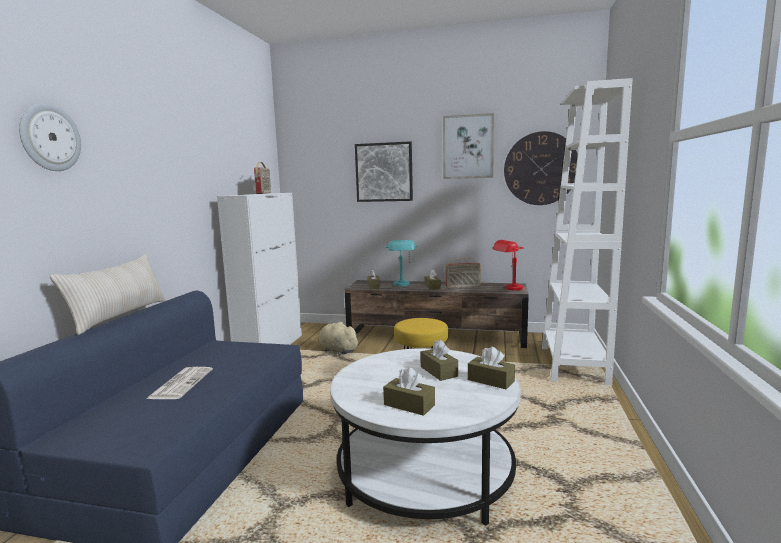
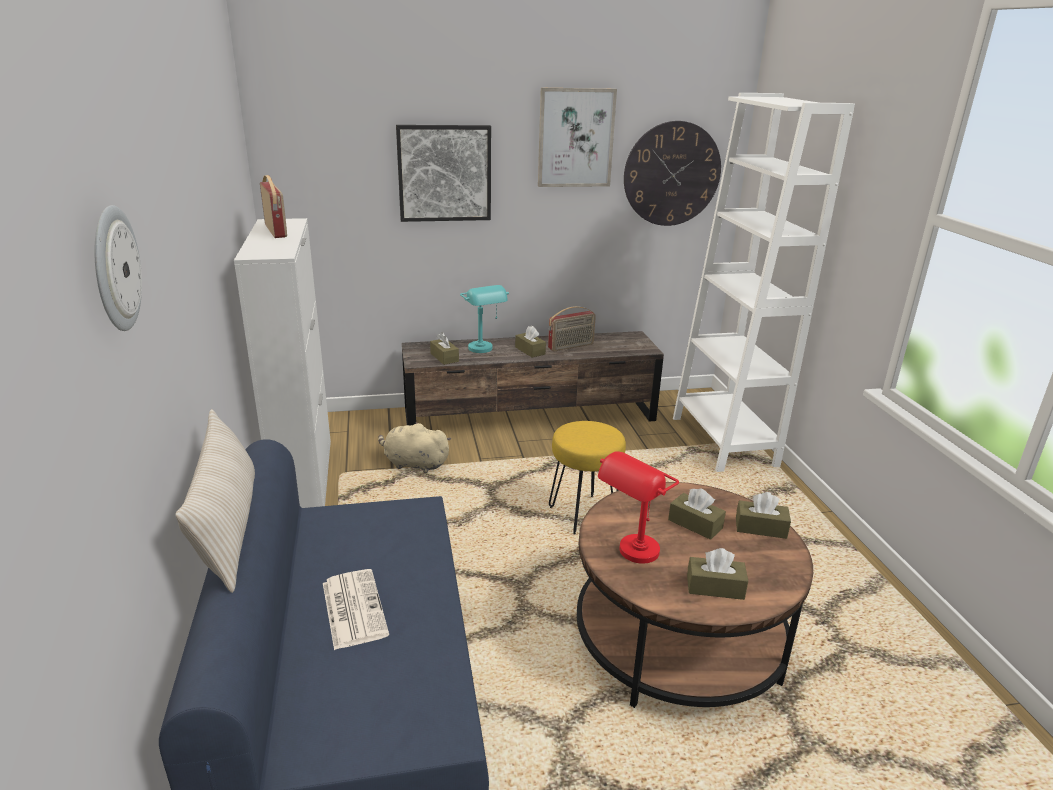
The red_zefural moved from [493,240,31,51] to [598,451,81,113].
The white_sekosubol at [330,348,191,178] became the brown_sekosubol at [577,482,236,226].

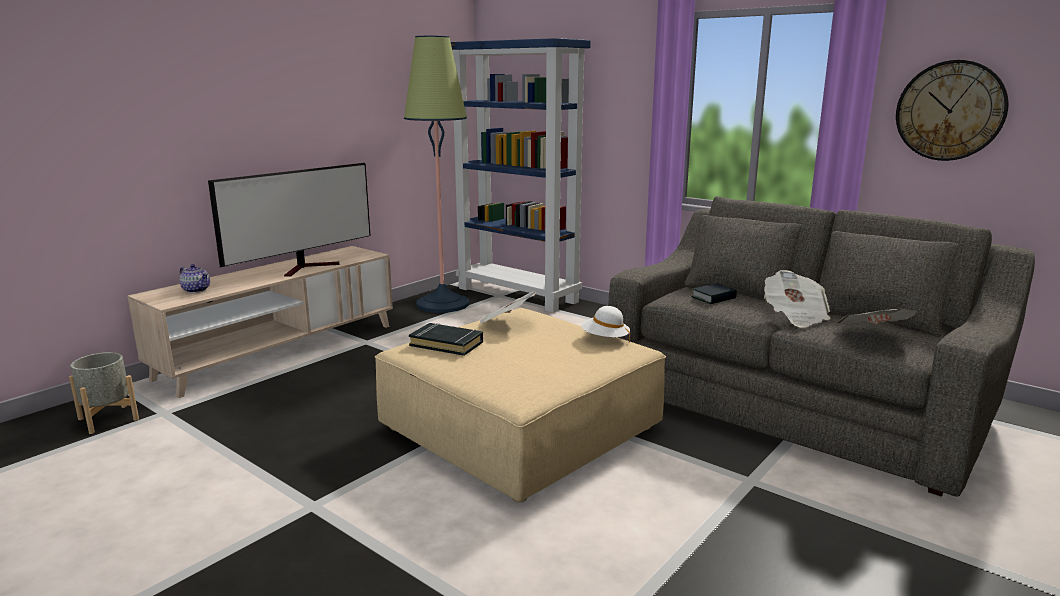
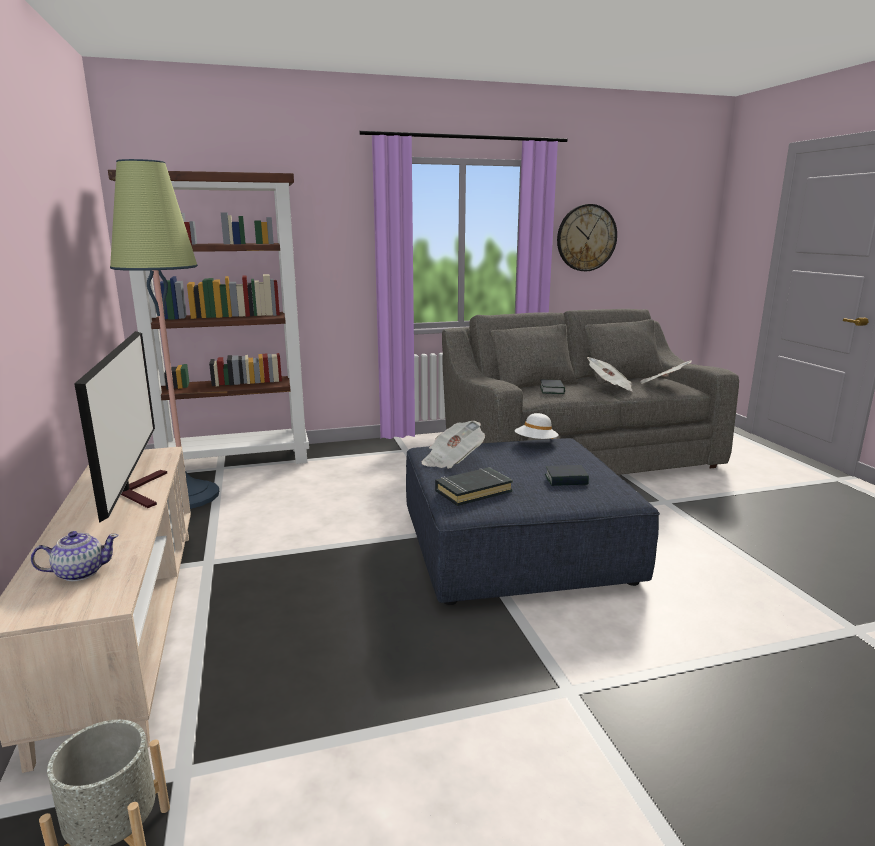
The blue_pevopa at [451,38,140,275] became the brown_pevopa at [108,170,201,294].
The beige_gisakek at [375,308,291,194] became the blue_gisakek at [406,438,254,167].
The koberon at [545,465,44,21] appeared.

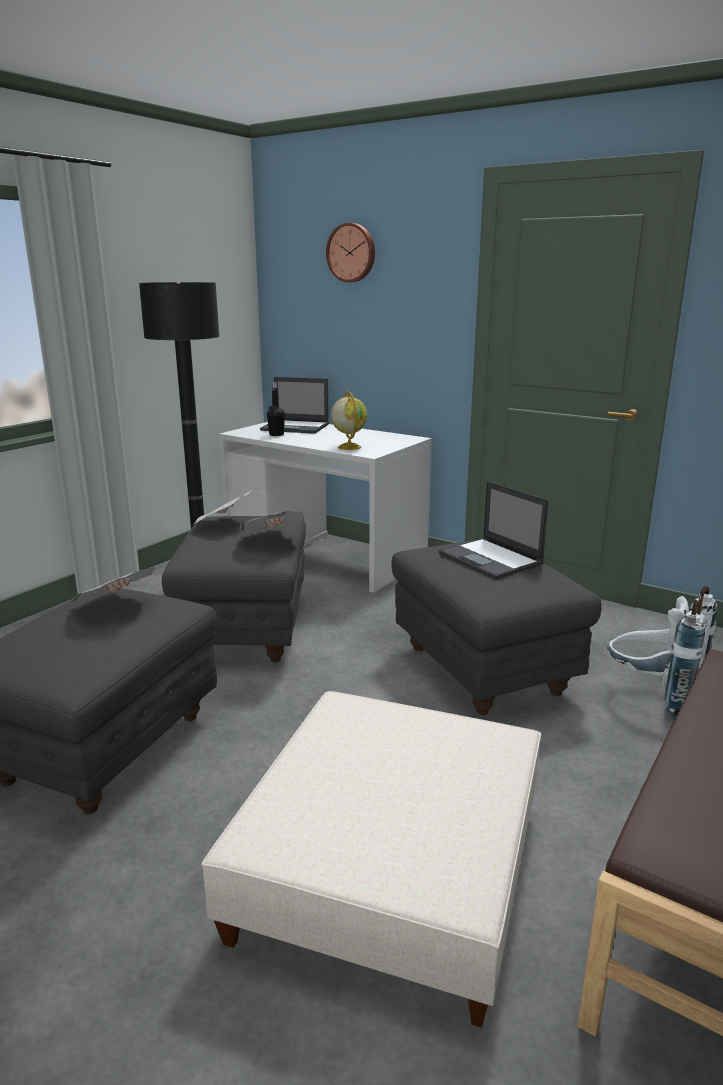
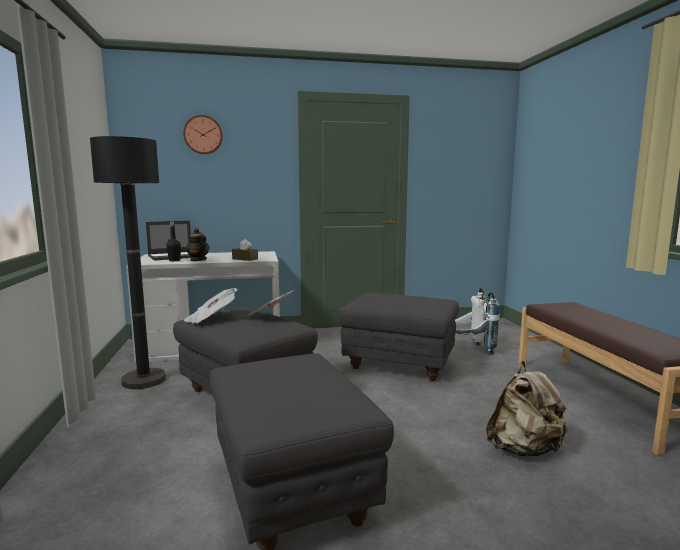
The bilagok at [331,391,36,59] was replaced by the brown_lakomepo at [232,239,26,22].
The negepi at [439,481,110,99] disappeared.
The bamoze at [71,567,84,36] disappeared.
The beige_gisakek at [201,691,340,337] was replaced by the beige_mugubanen at [486,361,82,96].
The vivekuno at [186,228,23,33] appeared.

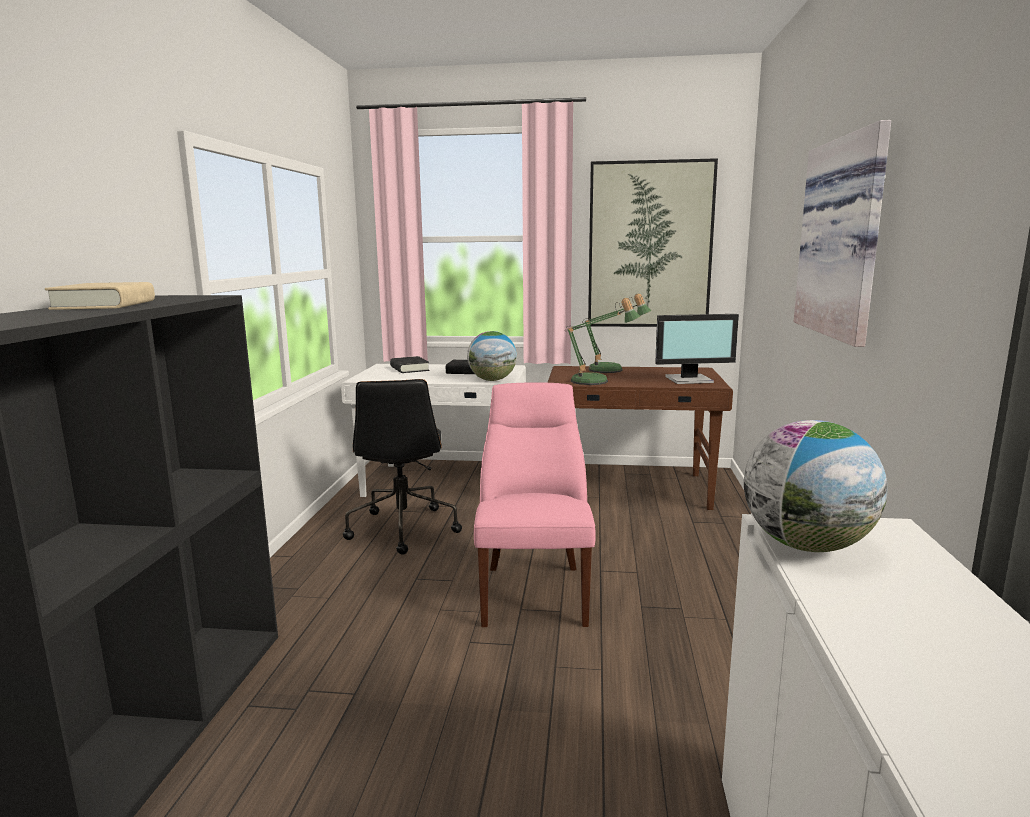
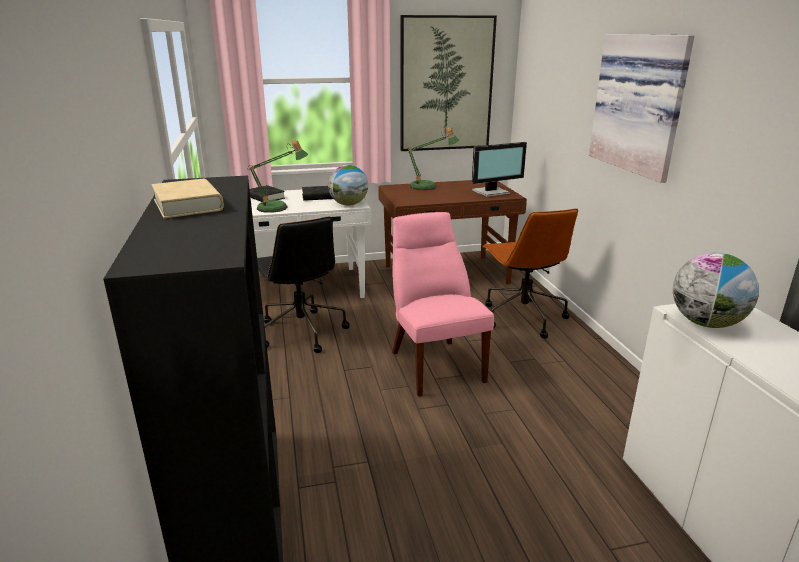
The zefural moved from [565,298,75,87] to [247,140,61,73].
The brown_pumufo at [482,208,96,131] appeared.

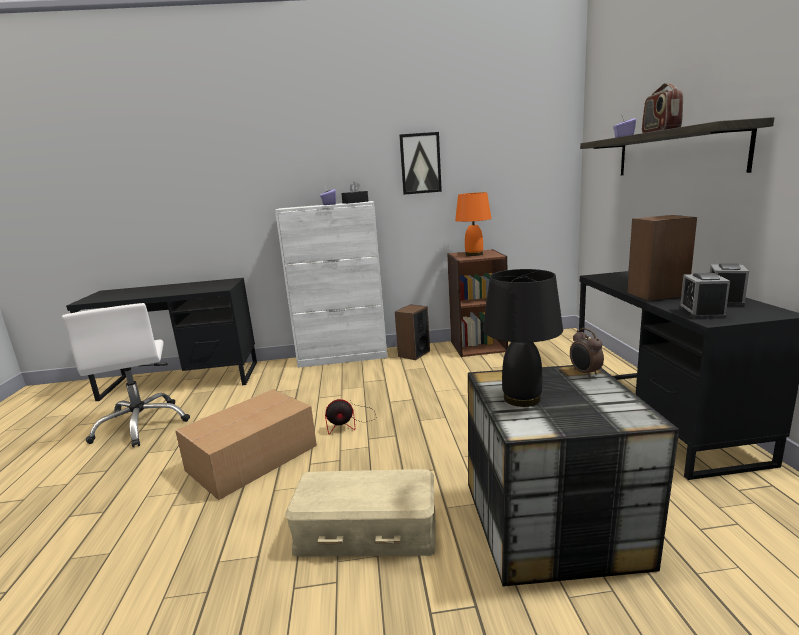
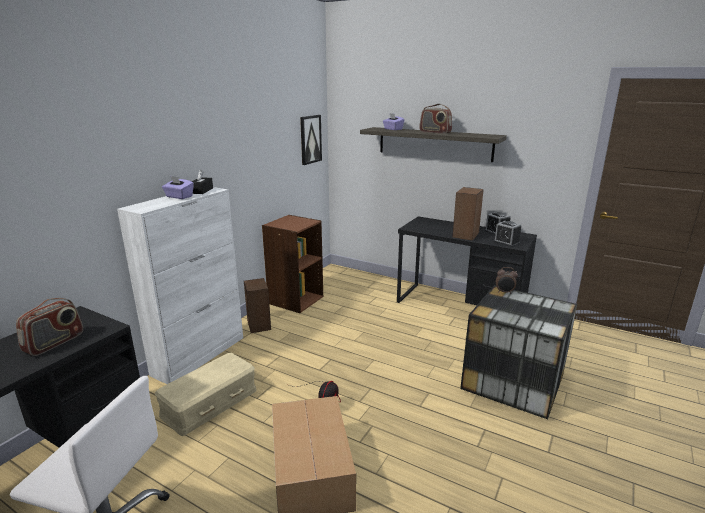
The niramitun moved from [399,132,43,63] to [300,115,22,50].
The orange_zefural at [455,192,37,64] disappeared.
The black_zefural at [483,269,80,138] disappeared.
The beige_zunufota moved from [285,469,151,88] to [155,353,102,83].
The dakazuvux at [16,298,67,58] appeared.

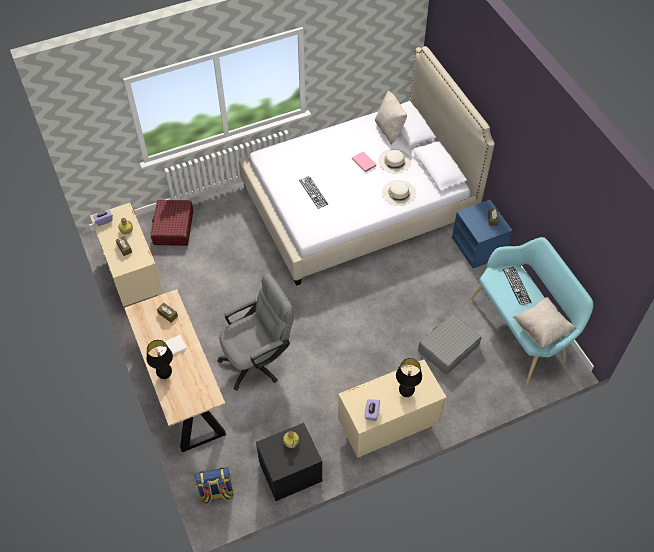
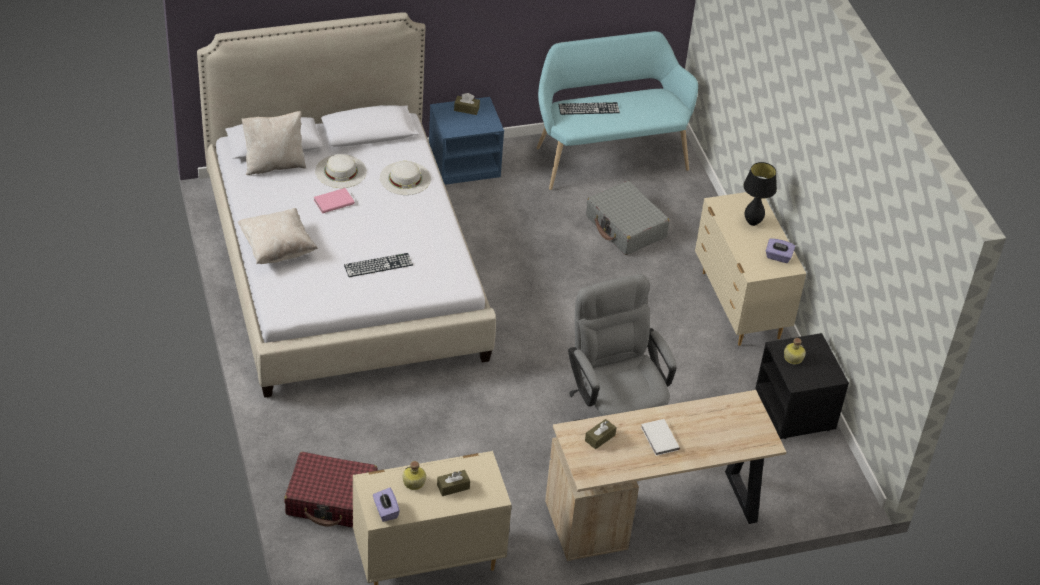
The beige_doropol moved from [513,297,63,52] to [238,208,80,56].
The black_zefural at [147,340,26,39] disappeared.
The mugubanen at [195,467,39,37] disappeared.

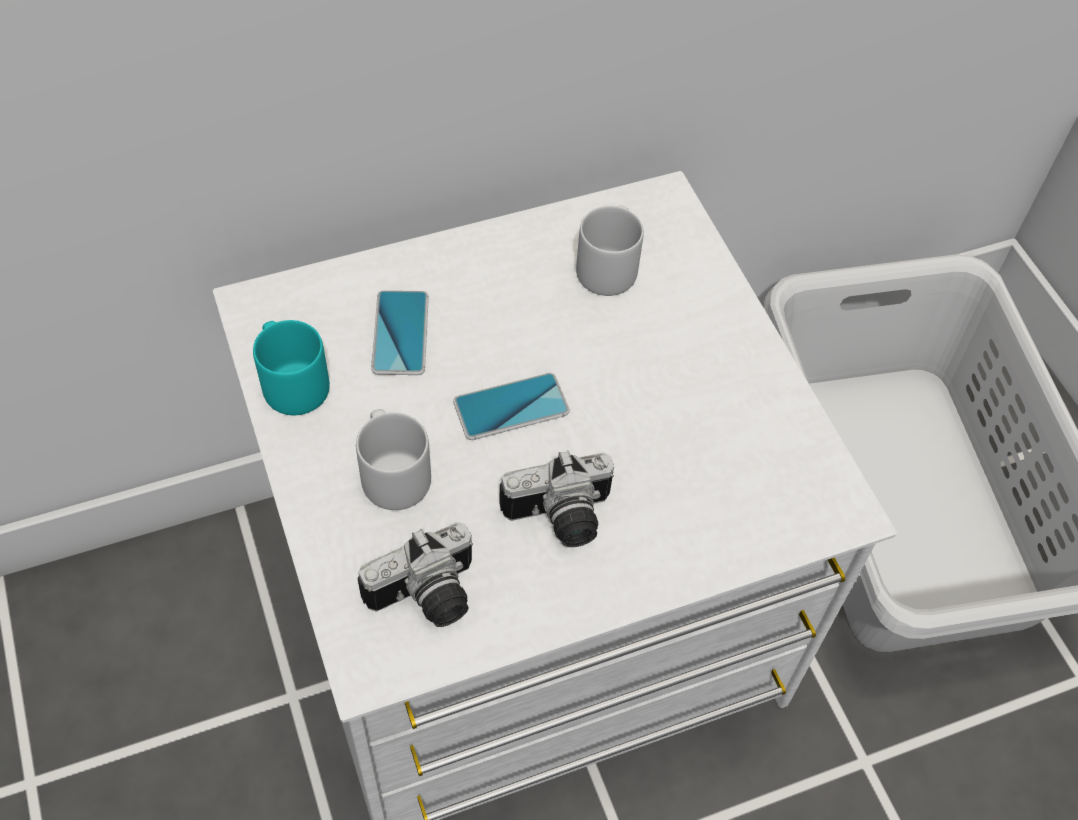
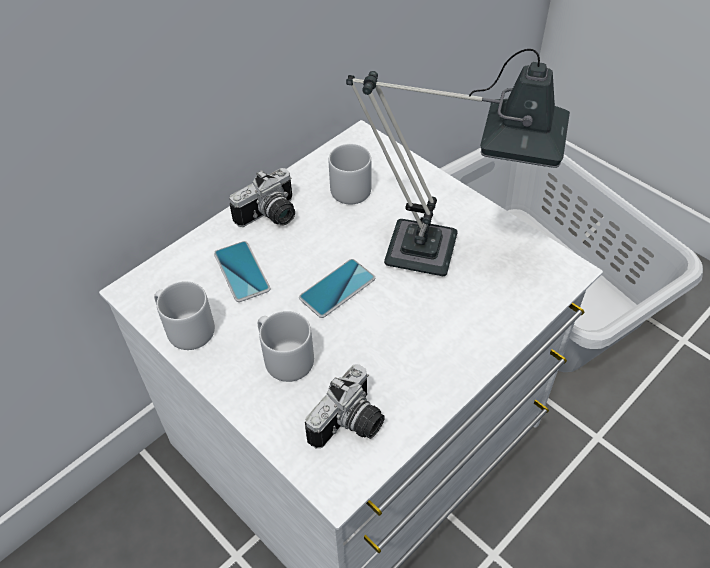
The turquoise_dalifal at [253,320,77,95] became the grey_dalifal at [154,281,61,69].
The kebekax moved from [499,450,115,97] to [230,168,65,59].
The zefural at [346,49,224,227] appeared.

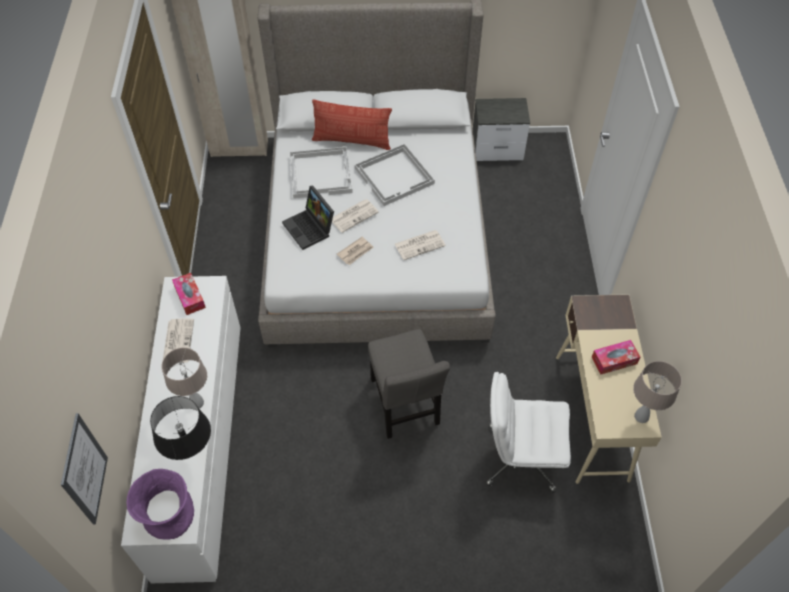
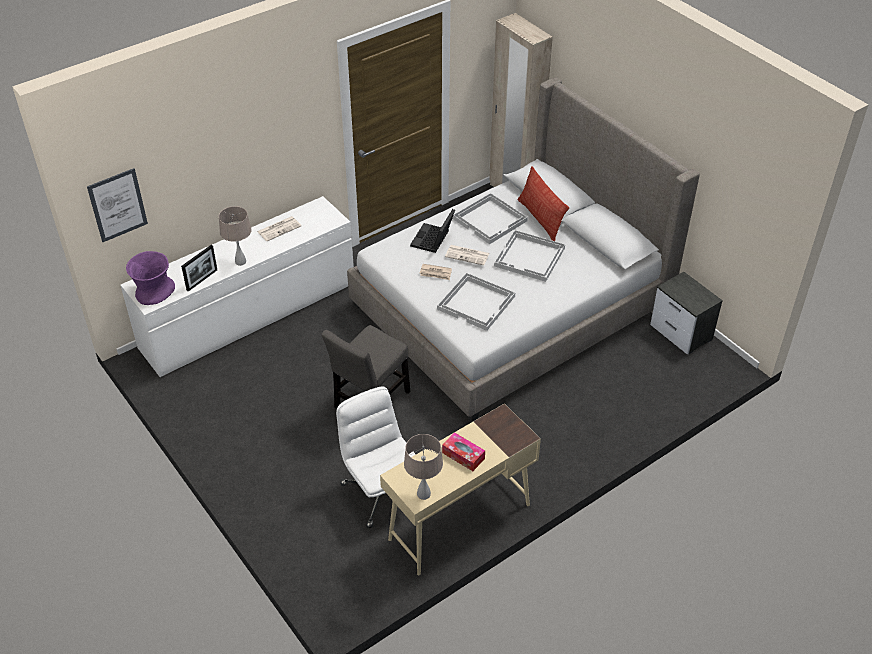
The bamoze at [395,230,51,30] was replaced by the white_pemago at [437,273,78,58].
The lakomepo at [172,273,34,42] disappeared.
The black_zefural at [150,396,61,64] was replaced by the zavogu at [181,245,36,47].

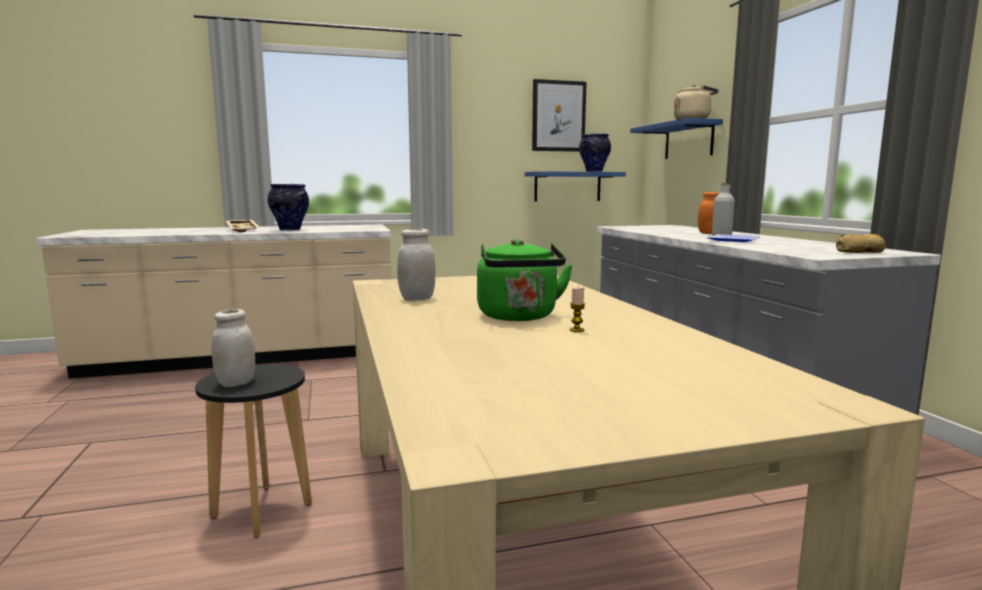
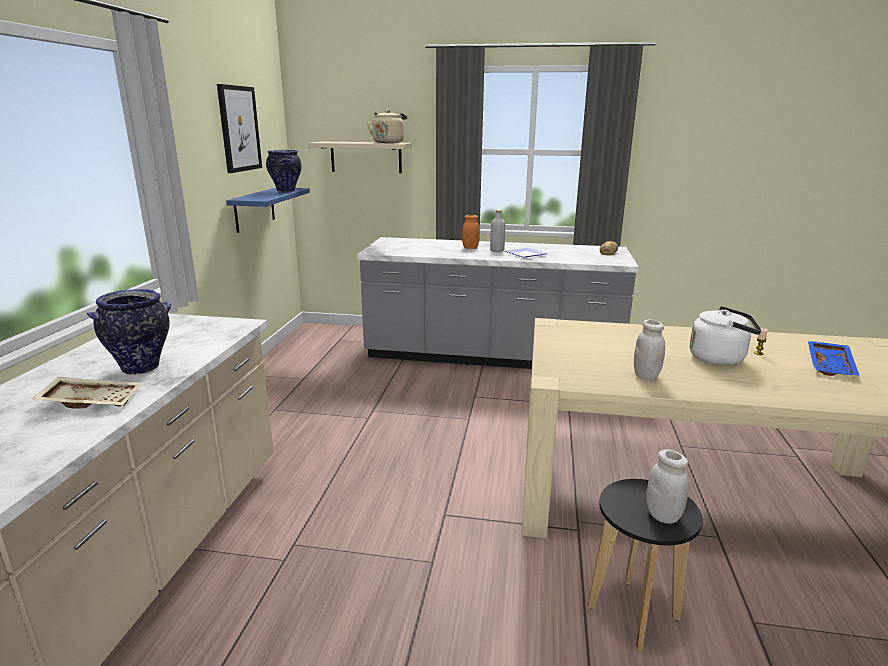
The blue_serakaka at [630,118,93,41] became the beige_serakaka at [307,142,105,31].
The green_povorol at [477,238,96,83] became the white_povorol at [690,306,71,60].
The blue_pemago at [808,341,52,35] appeared.

